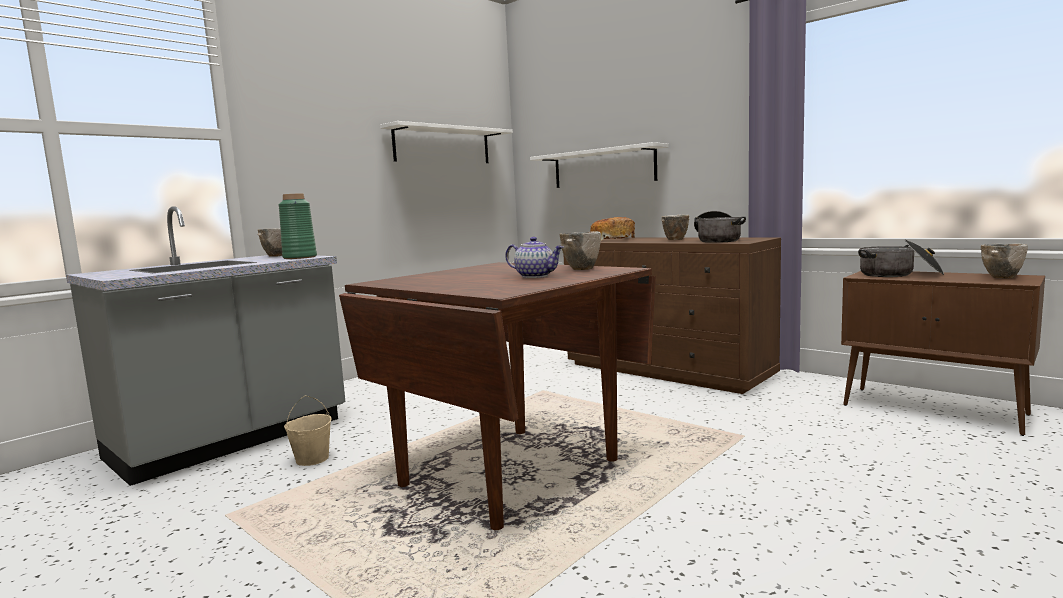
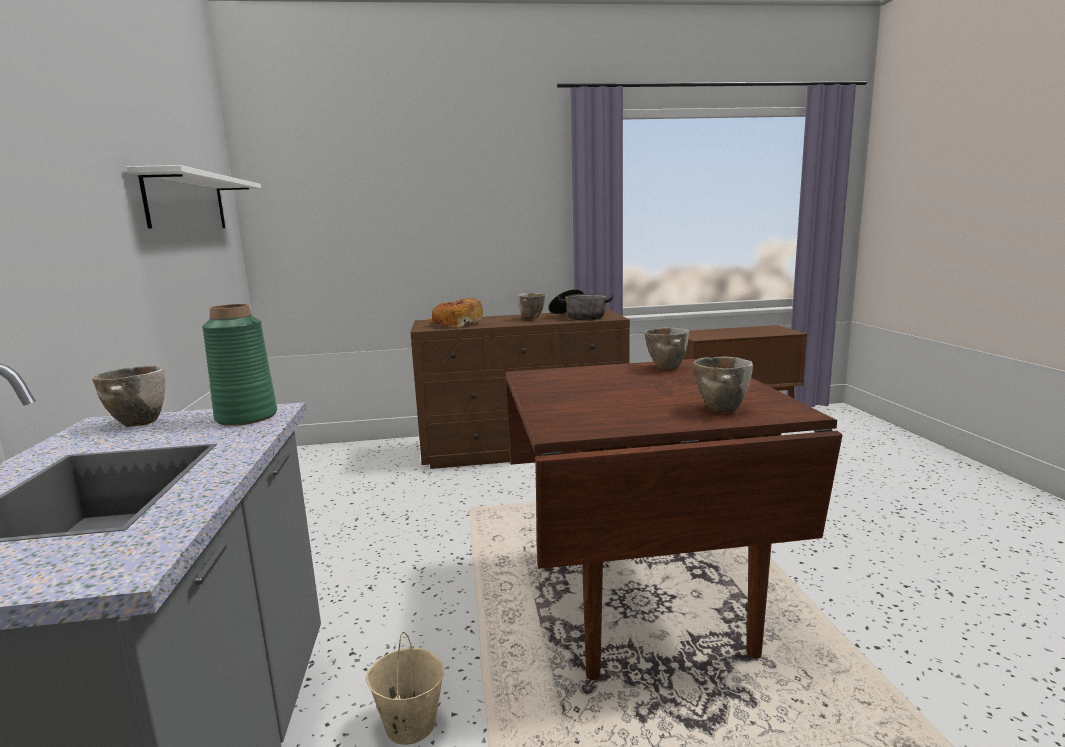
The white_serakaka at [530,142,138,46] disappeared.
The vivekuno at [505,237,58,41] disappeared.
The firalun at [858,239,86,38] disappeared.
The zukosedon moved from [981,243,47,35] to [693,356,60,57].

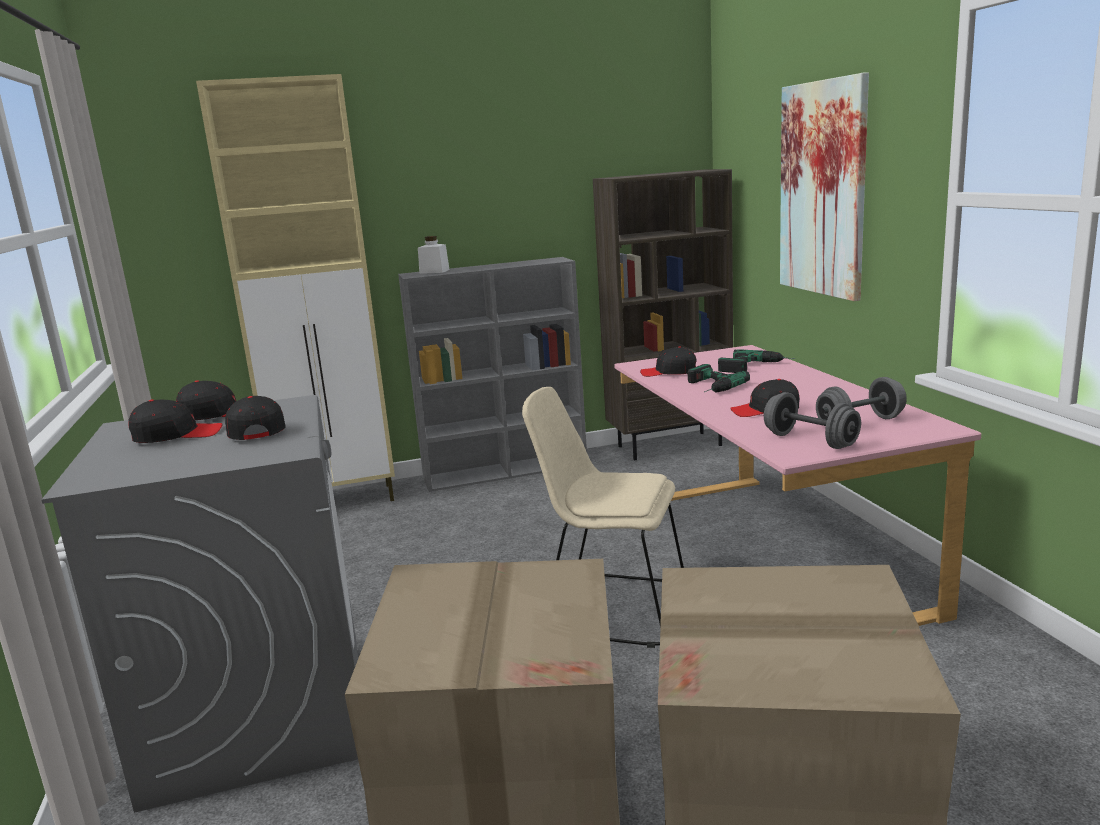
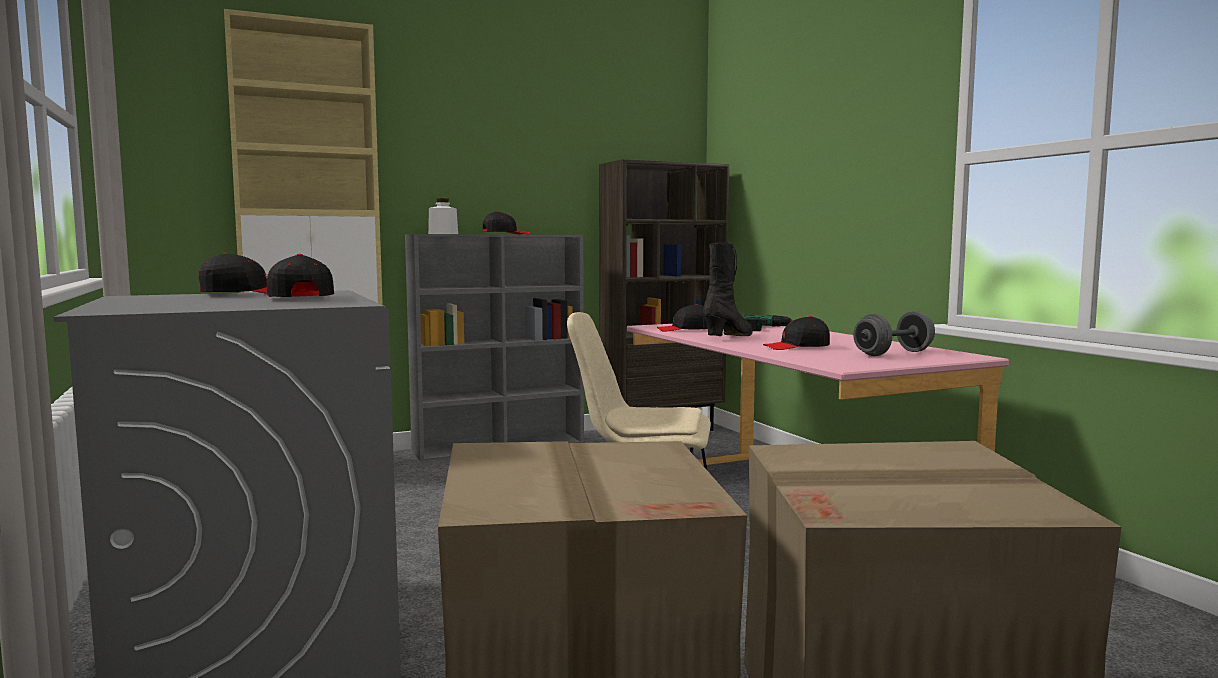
The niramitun at [780,72,89,229] disappeared.
The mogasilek at [687,364,63,29] was replaced by the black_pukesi at [703,242,50,94].
The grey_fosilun at [764,392,97,57] disappeared.
The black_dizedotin moved from [129,399,93,44] to [483,211,47,23].

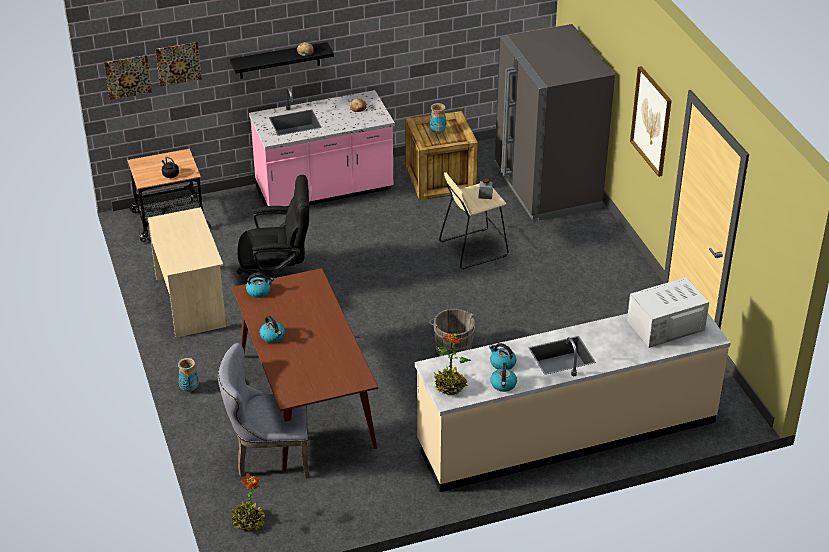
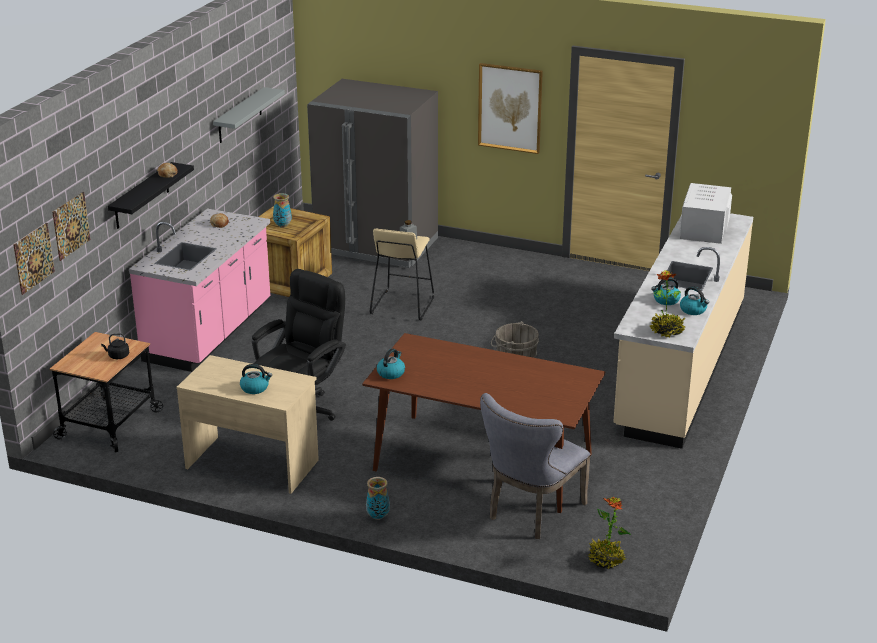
The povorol moved from [260,316,25,27] to [240,364,32,30].
The grey_serakaka at [213,87,72,56] appeared.

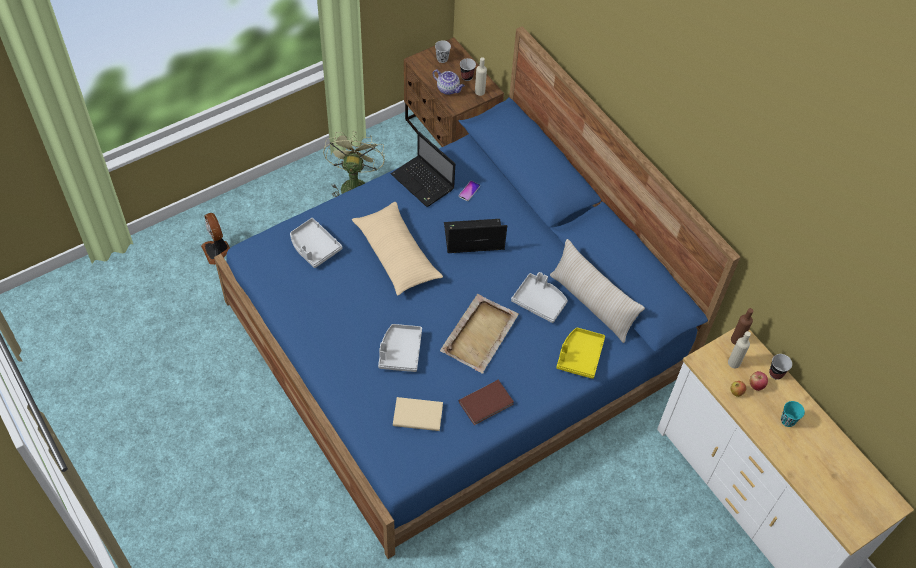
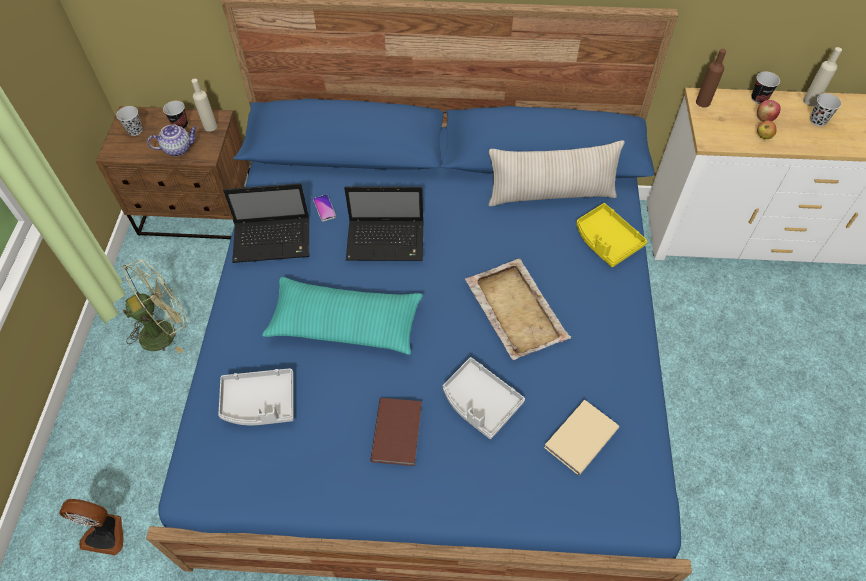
The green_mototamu at [323,131,62,66] turned 105 degrees clockwise.
The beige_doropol at [352,202,91,94] became the turquoise_doropol at [262,277,161,78].
The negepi at [444,219,63,34] turned 120 degrees counterclockwise.
The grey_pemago at [511,272,57,51] disappeared.
The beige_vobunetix moved from [728,331,23,37] to [803,47,39,59].
The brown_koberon moved from [459,380,55,45] to [370,398,52,68].
The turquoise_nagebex at [781,401,24,26] became the black_nagebex at [810,93,31,33].

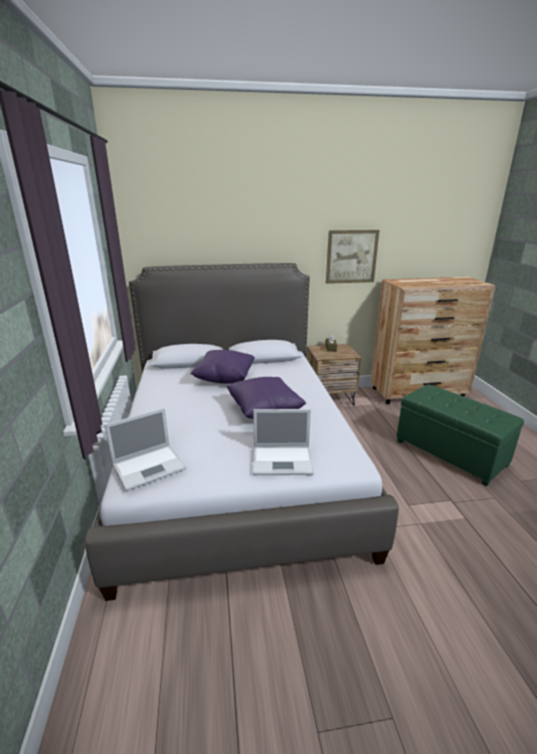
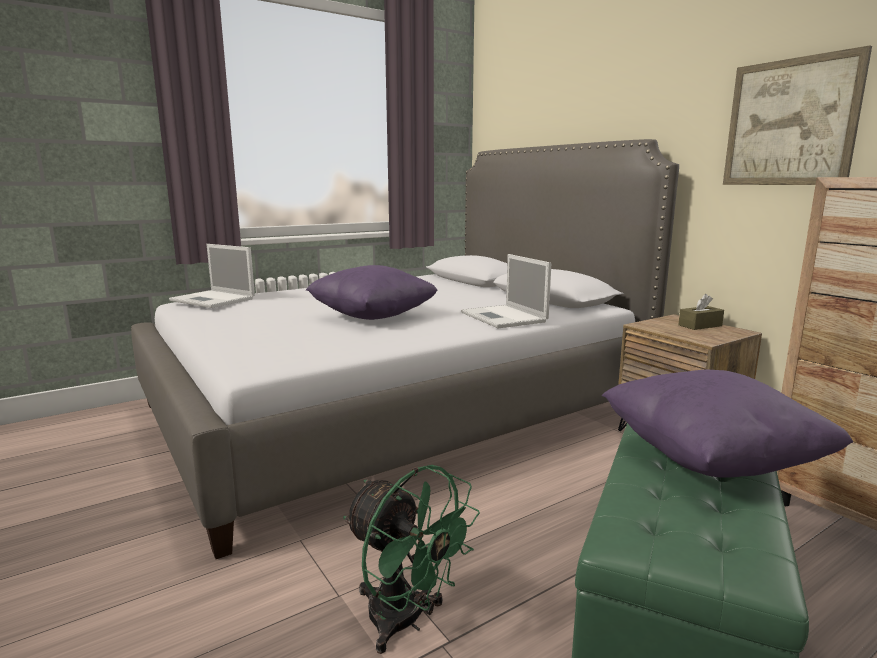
The purple_doropol moved from [190,350,65,34] to [602,370,251,108].
The negepi moved from [253,409,61,66] to [461,254,90,74].
The green_mototamu at [343,465,137,189] appeared.

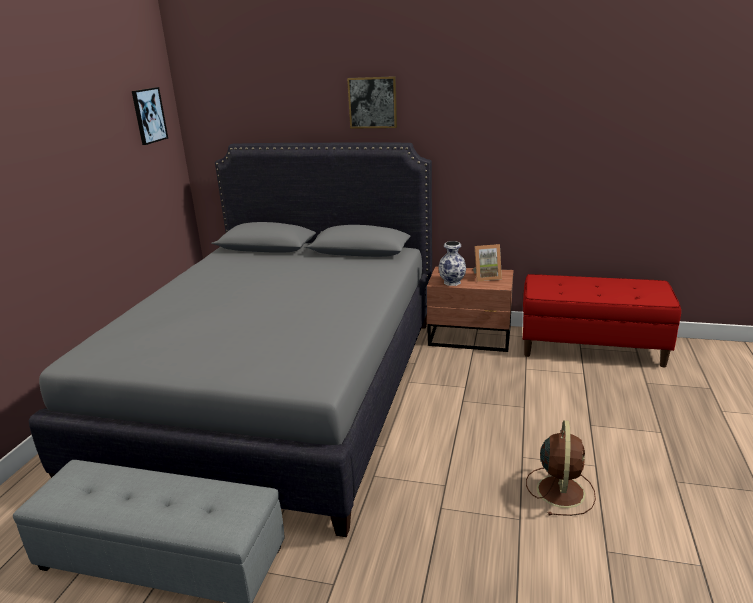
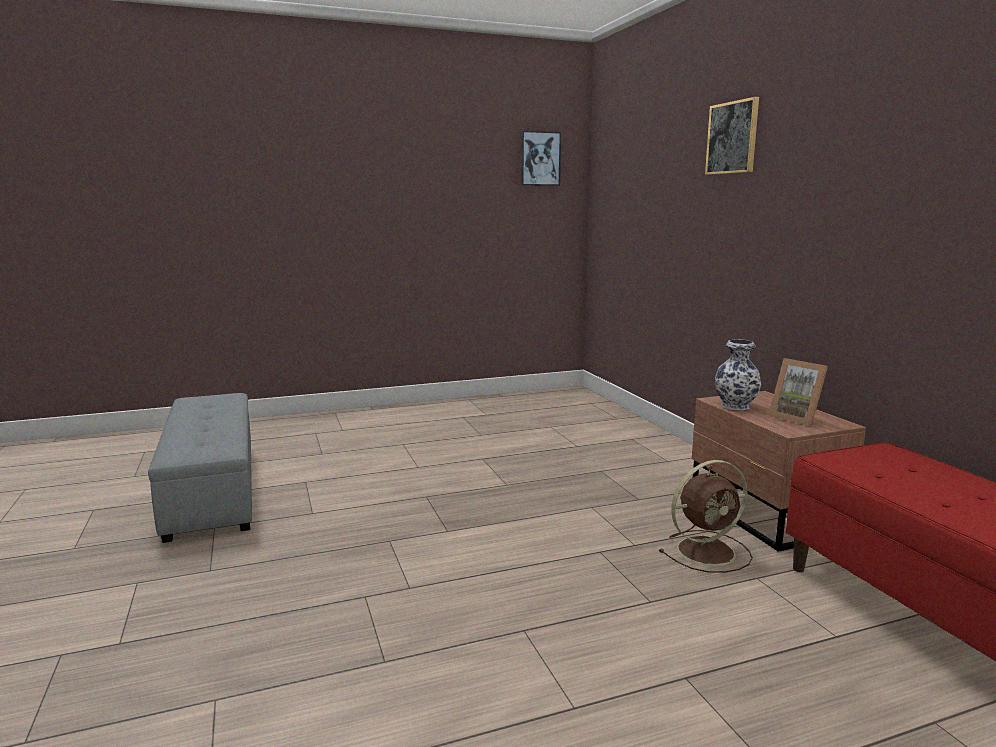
The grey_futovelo at [28,142,404,395] disappeared.
The brown_mototamu moved from [526,420,70,96] to [658,460,95,113].

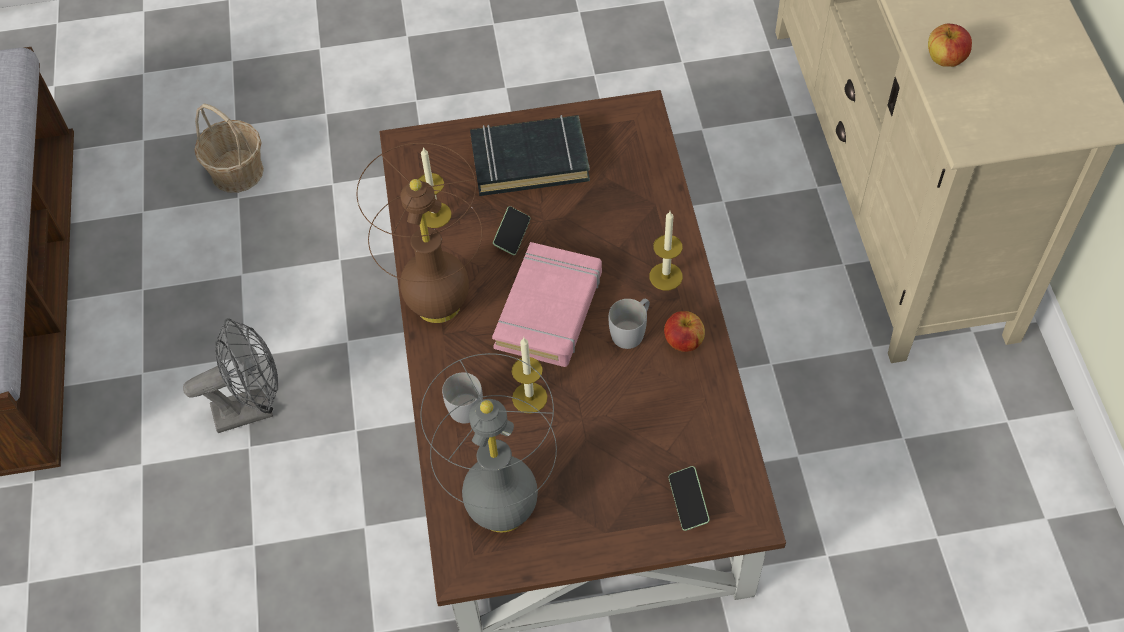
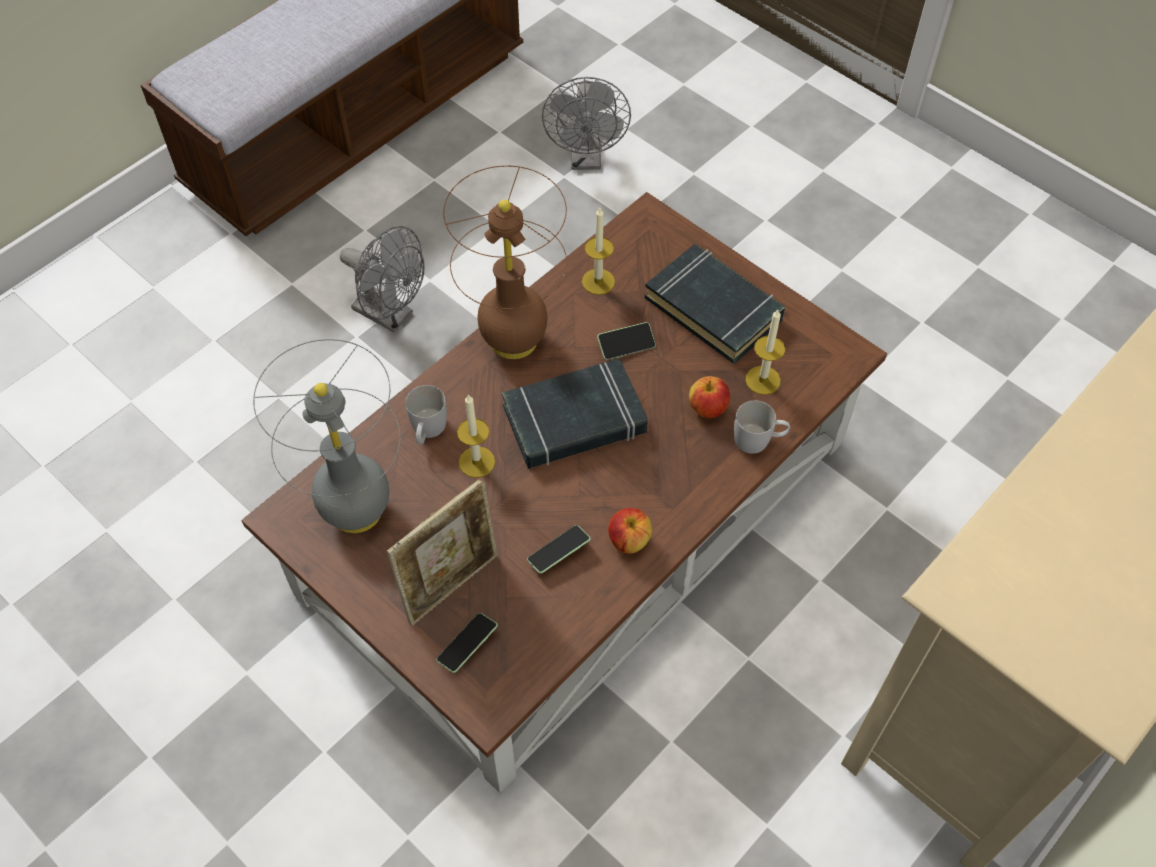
The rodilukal moved from [928,24,44,43] to [689,376,41,42].
The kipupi at [194,103,70,90] was replaced by the grey_mototamu at [542,77,89,93].
The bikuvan moved from [650,211,33,79] to [746,310,39,85].
The pink_koberon at [492,242,110,125] became the black_koberon at [502,358,146,110].
The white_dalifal moved from [609,299,41,50] to [734,401,56,53].
The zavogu at [387,478,110,148] appeared.
The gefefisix at [527,525,64,49] appeared.

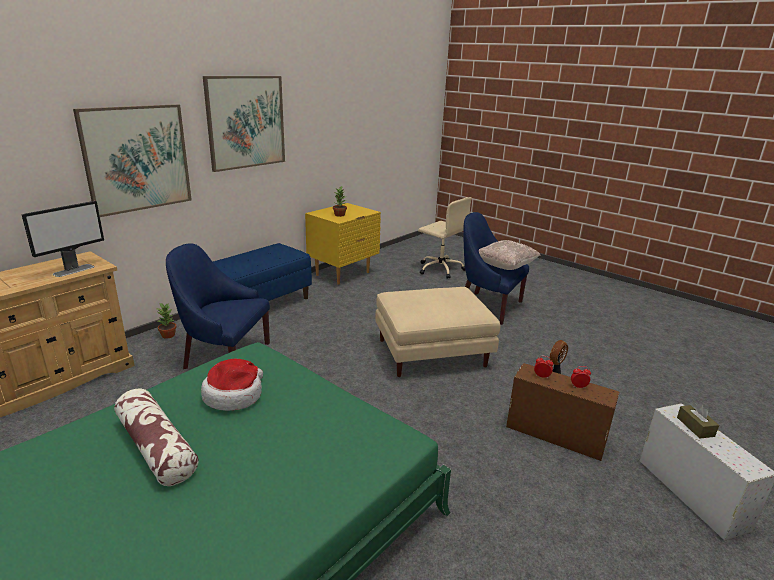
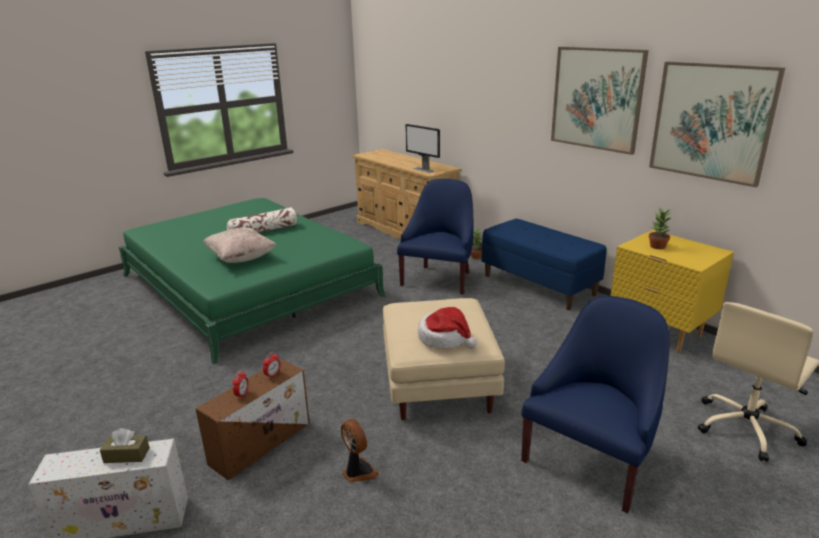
The niramitun moved from [73,104,119,113] to [649,61,136,126].
The beige_doropol moved from [479,240,62,30] to [203,227,73,36].
The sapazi moved from [201,359,62,52] to [418,307,59,42].

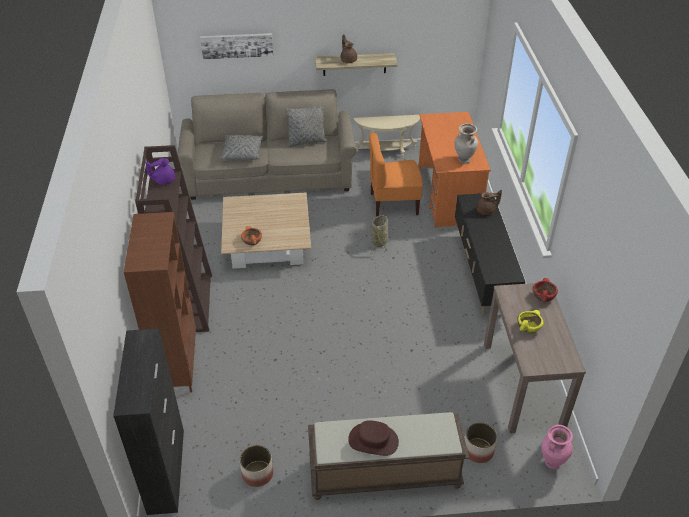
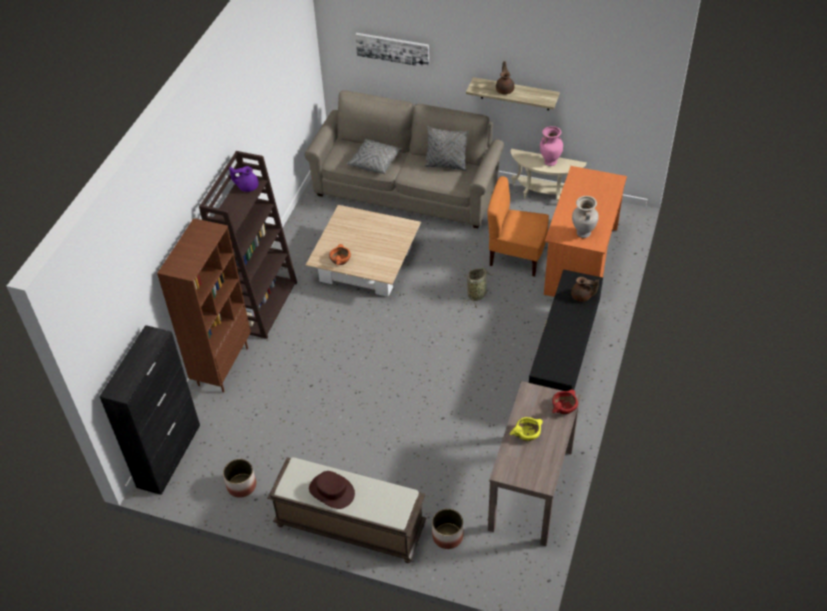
The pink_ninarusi moved from [541,425,32,44] to [540,126,23,40].

